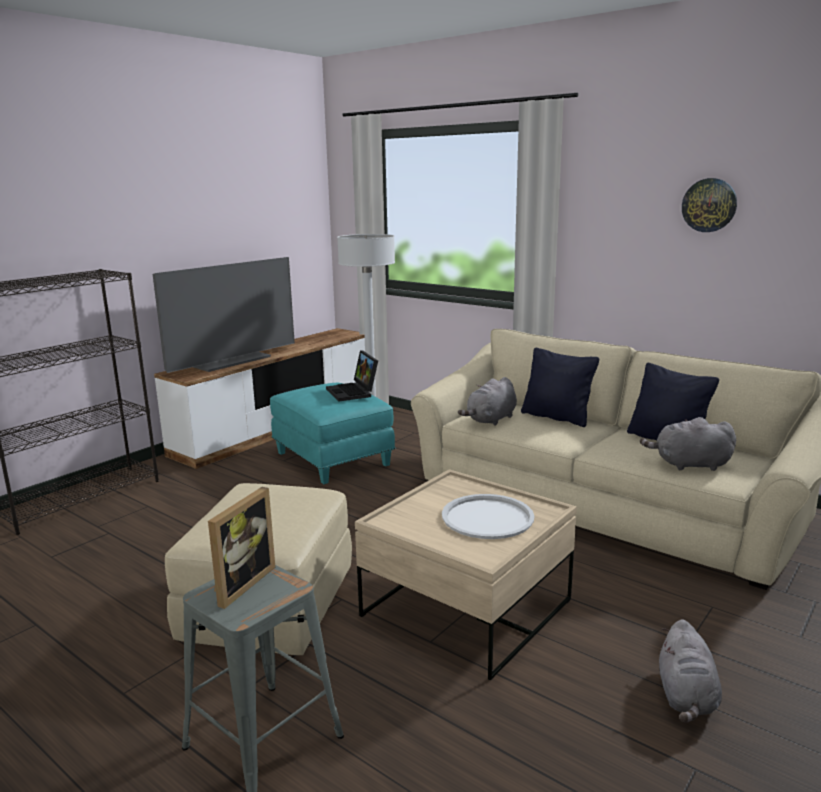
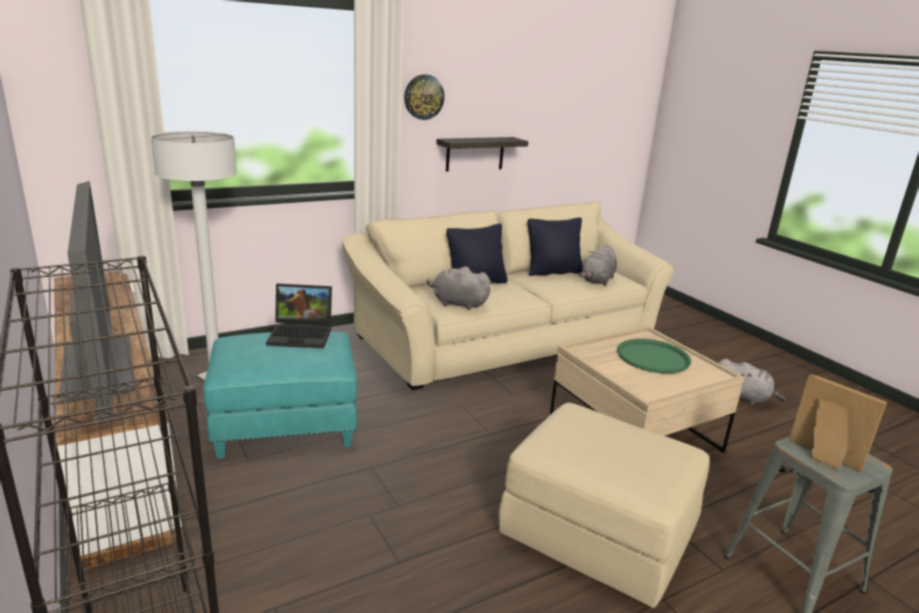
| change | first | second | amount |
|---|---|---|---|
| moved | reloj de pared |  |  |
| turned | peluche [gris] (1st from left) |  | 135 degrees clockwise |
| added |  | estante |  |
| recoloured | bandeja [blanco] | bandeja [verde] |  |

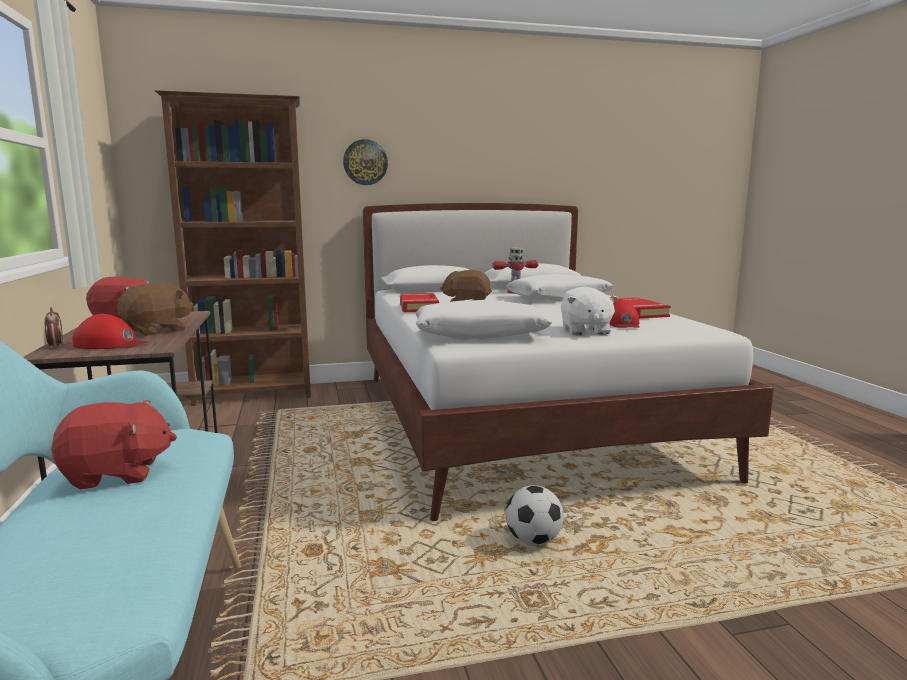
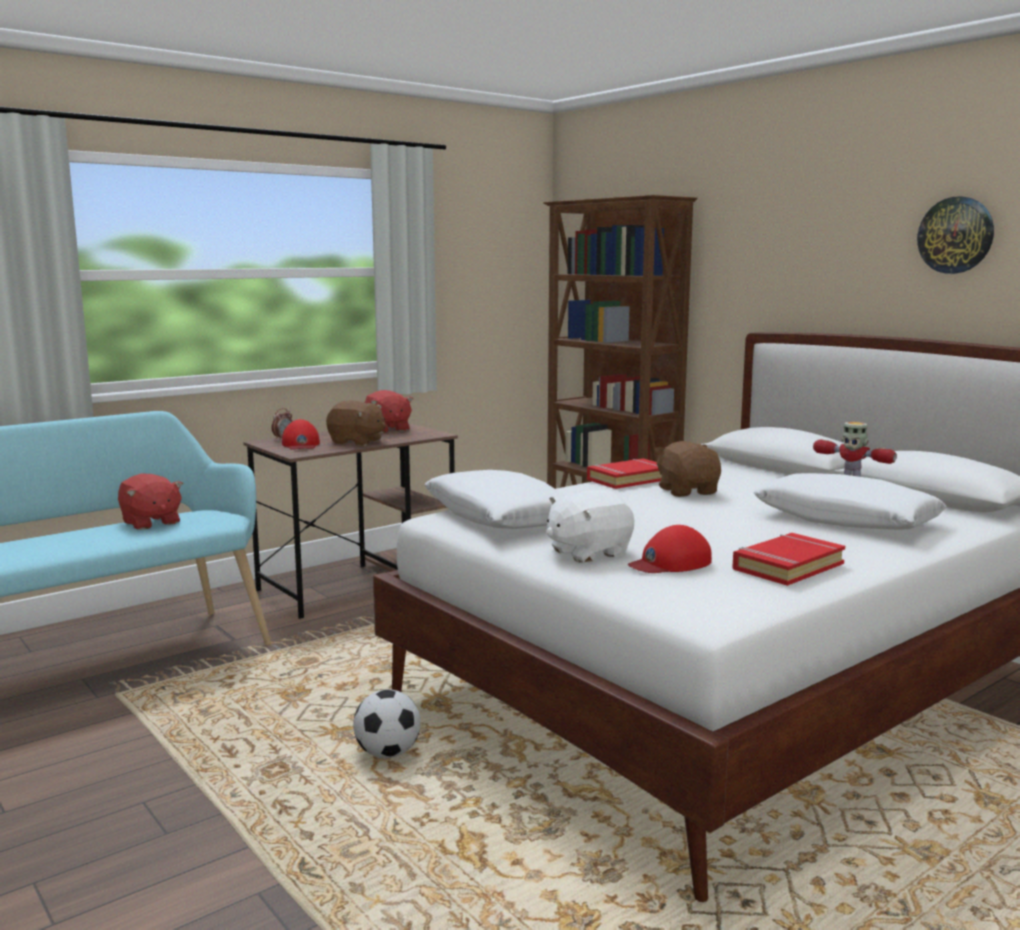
| change | first | second | amount |
|---|---|---|---|
| moved | reloj de pared |  |  |

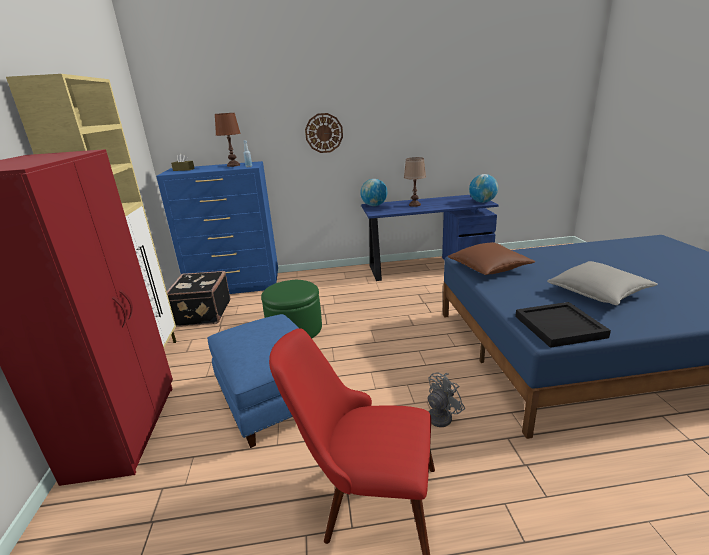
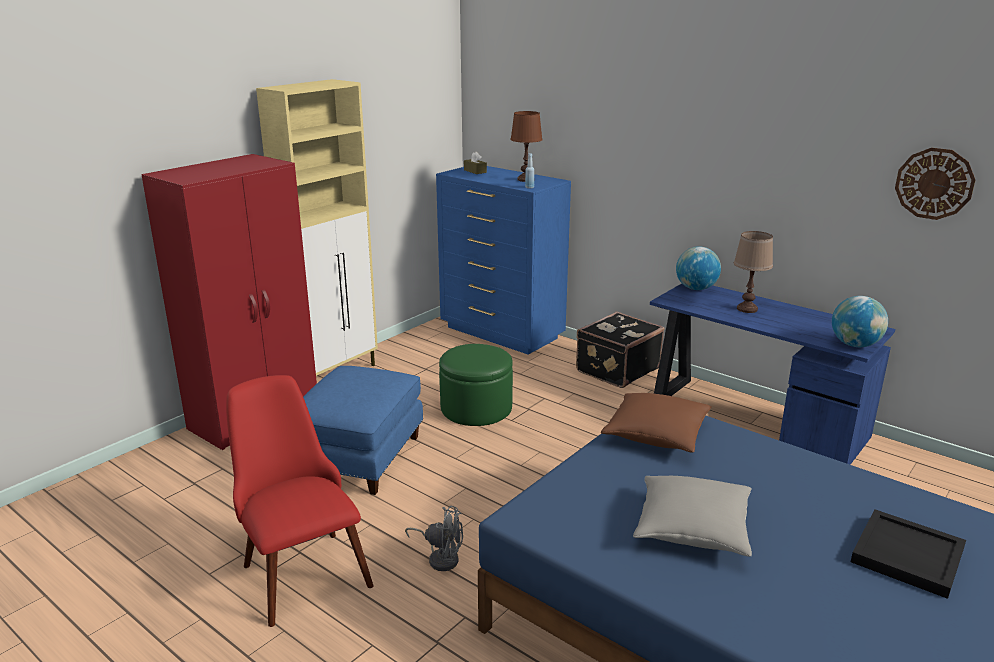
| change | first | second | amount |
|---|---|---|---|
| moved | maleta [negro] |  |  |
| moved | bandeja [negro] |  |  |
| moved | reloj de pared |  |  |

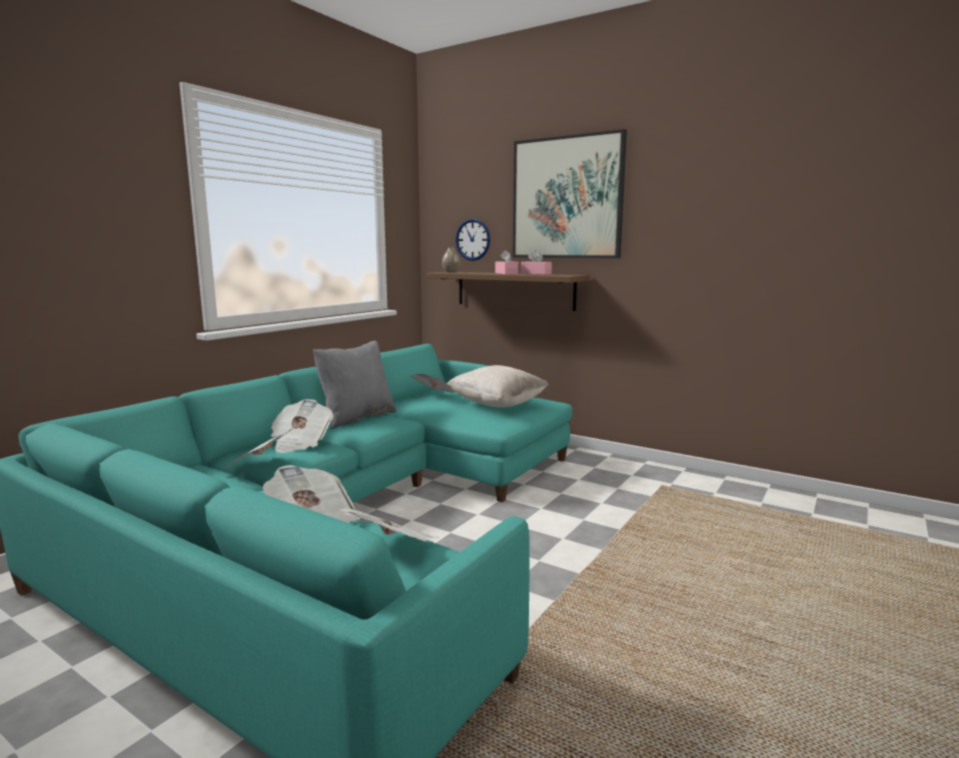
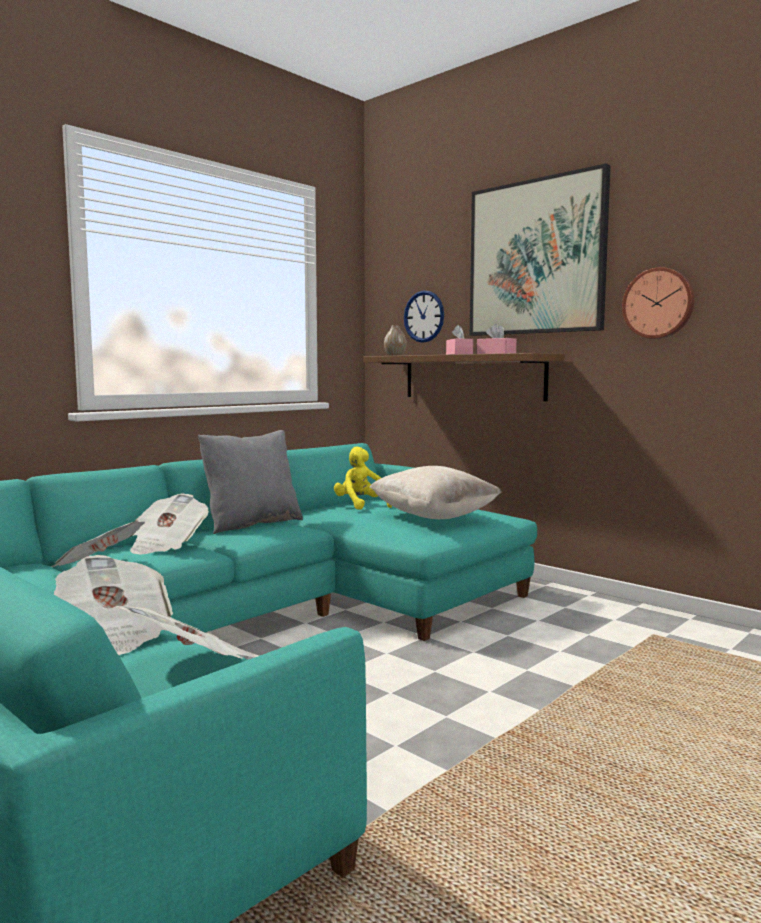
| change | first | second | amount |
|---|---|---|---|
| replaced | periódico (5th from left) | peluche [amarillo] |  |
| added |  | reloj de pared (2nd from left) |  |

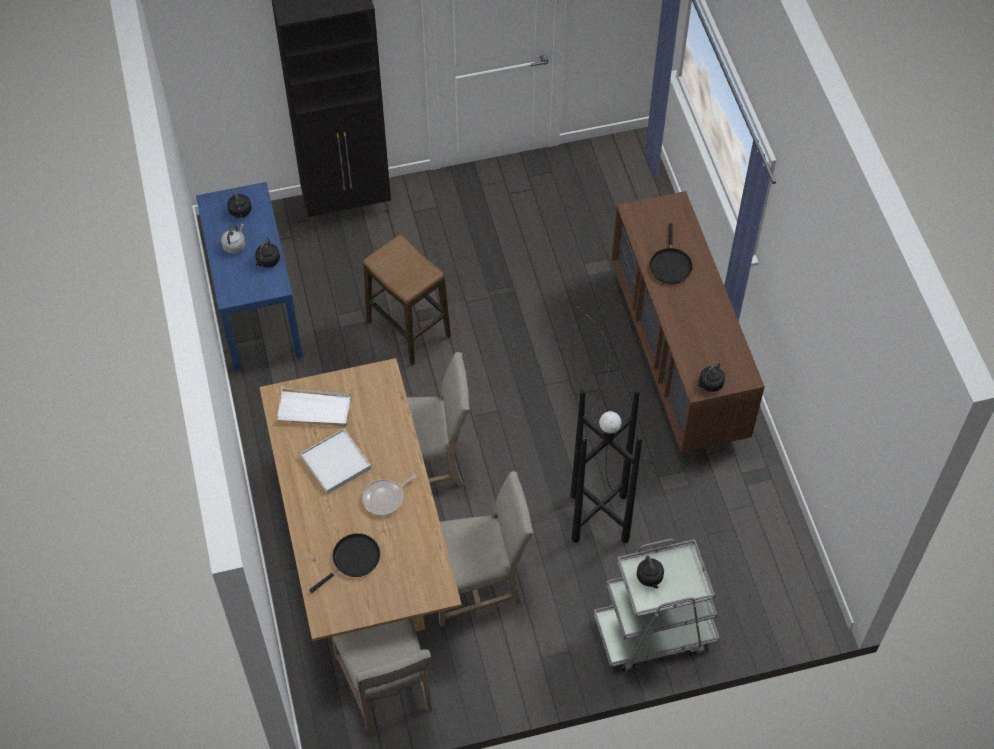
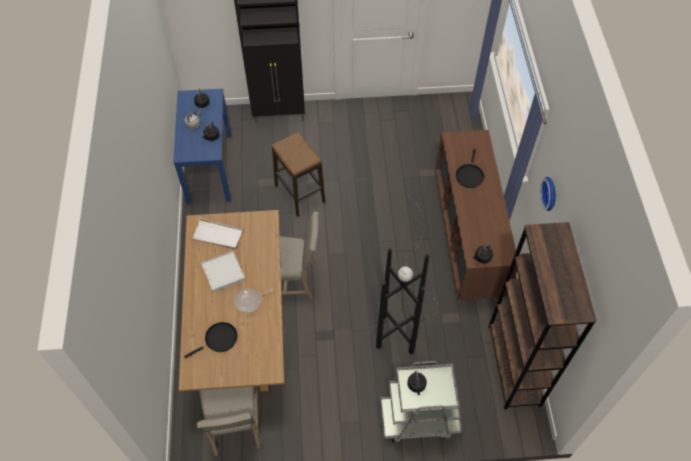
| change | first | second | amount |
|---|---|---|---|
| added |  | estantería [marrón] |  |
| added |  | reloj de pared |  |
| removed | silla [beis] (3rd from left) |  |  |

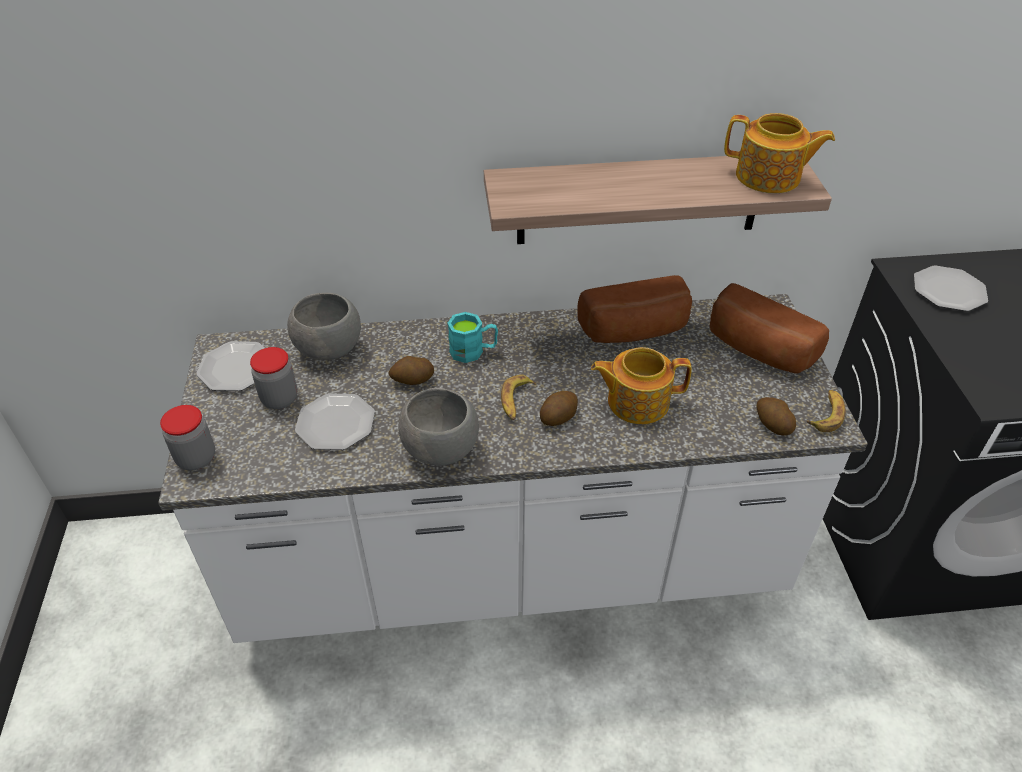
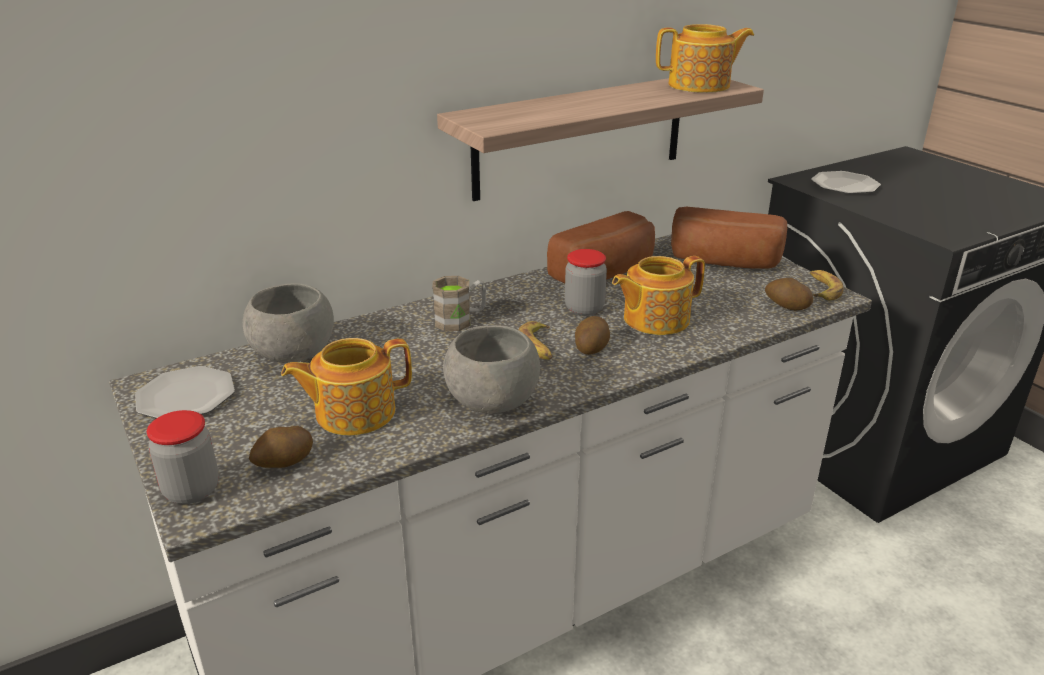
| change | first | second | amount |
|---|---|---|---|
| moved | patata (1st from left) |  |  |
| replaced | plato (2nd from left) | tetera (1st from left) |  |
| recoloured | taza grande [turquesa] | taza grande [marrón] |  |
| moved | tarro (2nd from left) |  |  |

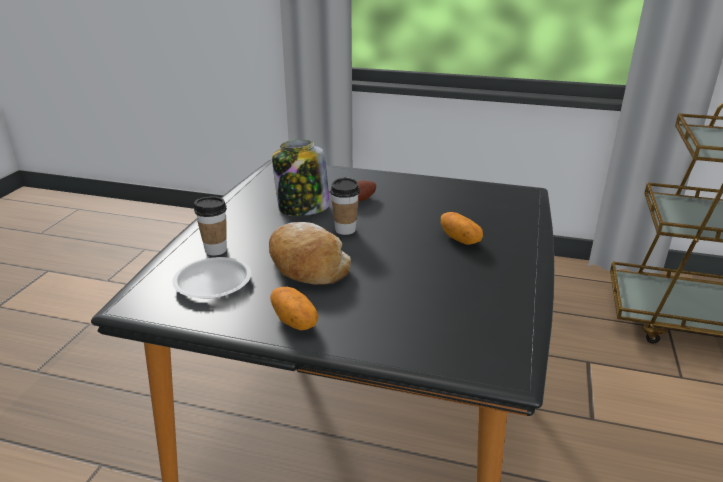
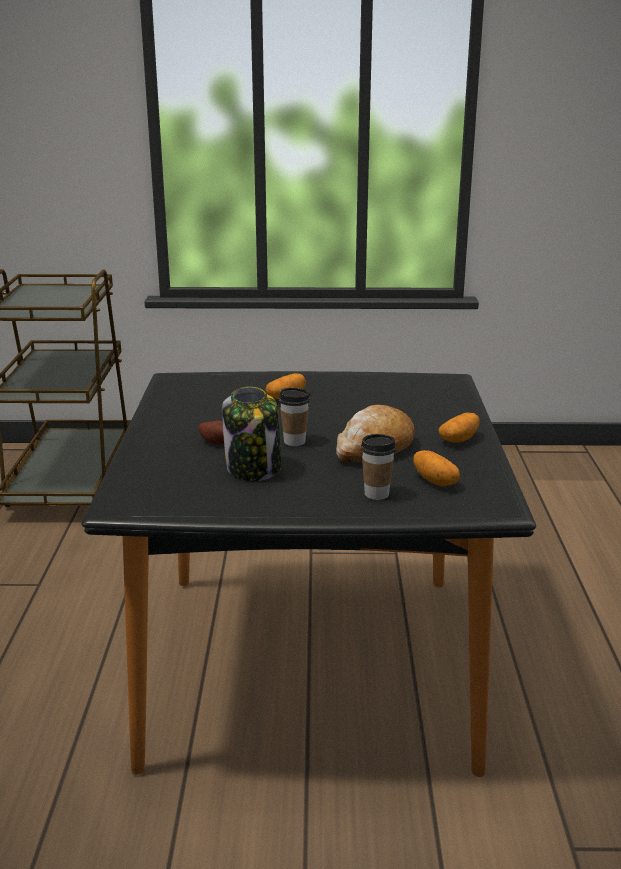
| change | first | second | amount |
|---|---|---|---|
| replaced | plato [blanco] | patata (3rd from left) |  |

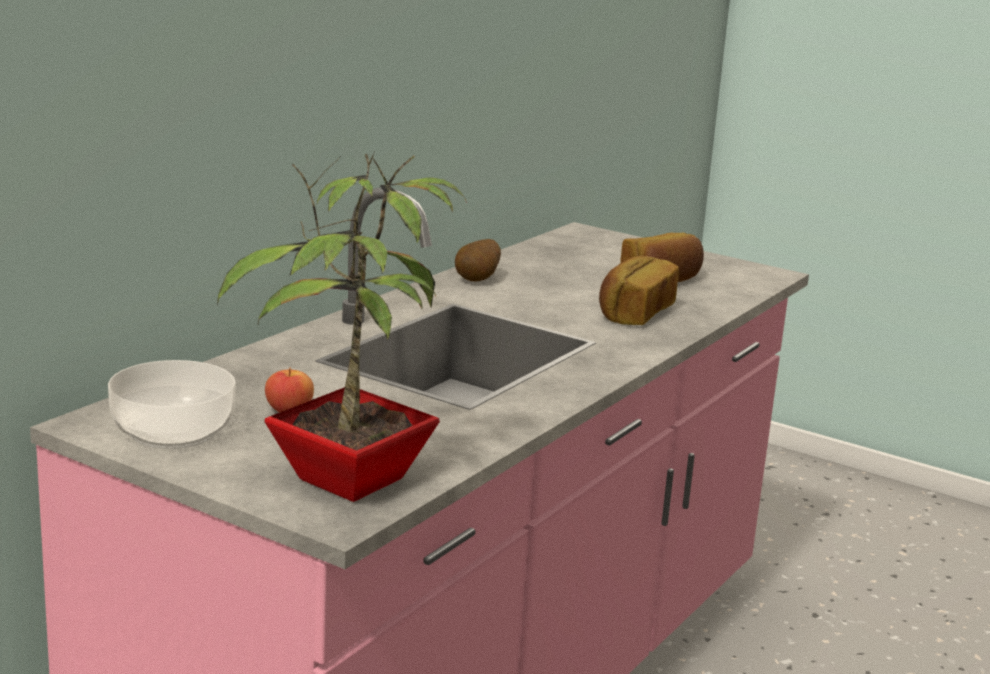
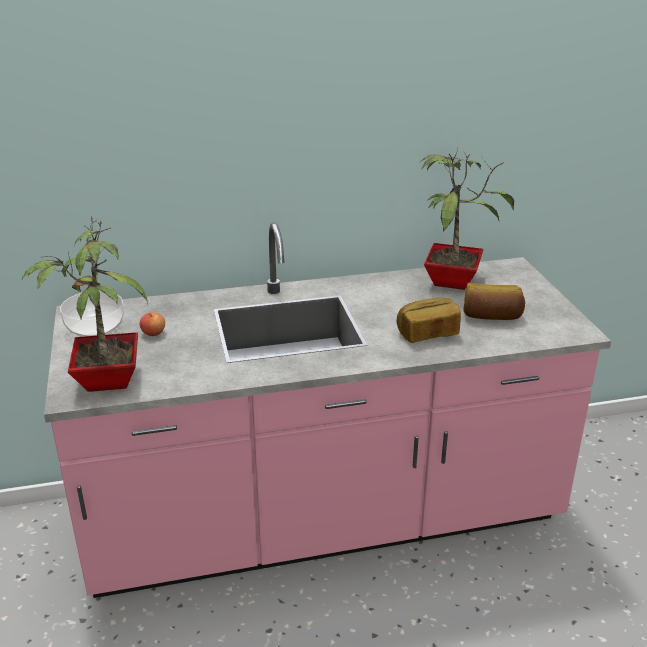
| change | first | second | amount |
|---|---|---|---|
| added |  | planta en maceta (2nd from left) |  |
| removed | patata |  |  |

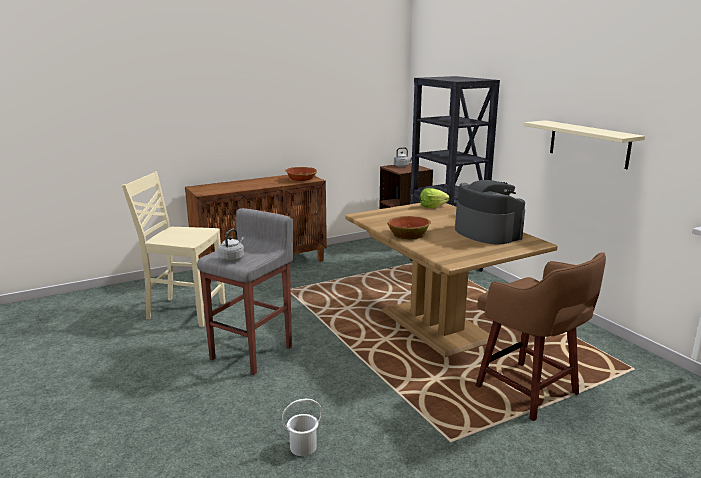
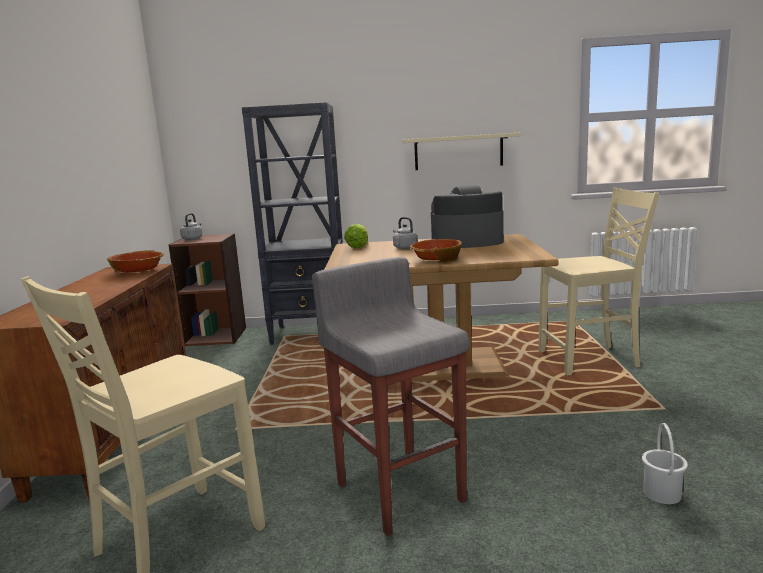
| change | first | second | amount |
|---|---|---|---|
| moved | hervidor [gris] (1st from left in the first image) | hervidor [gris] (2nd from left) |  |
| replaced | taburete [marrón] | silla [beis] (2nd from left) |  |

